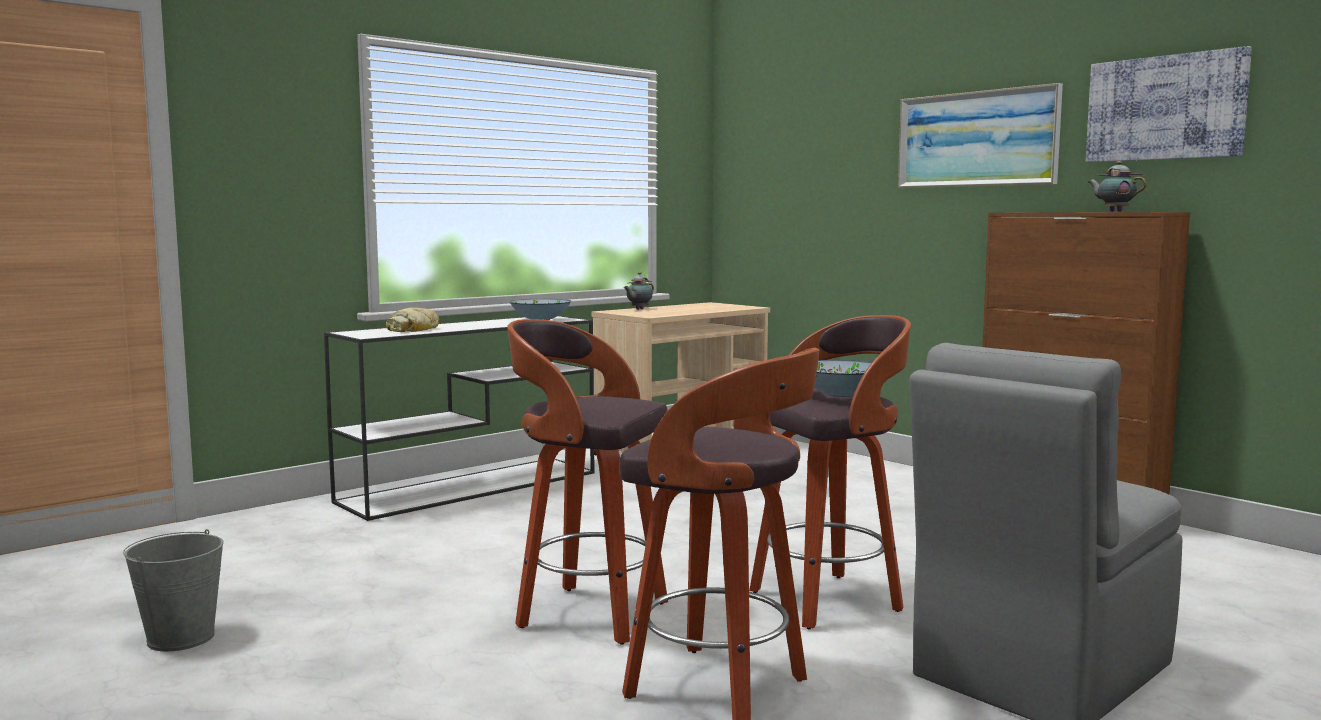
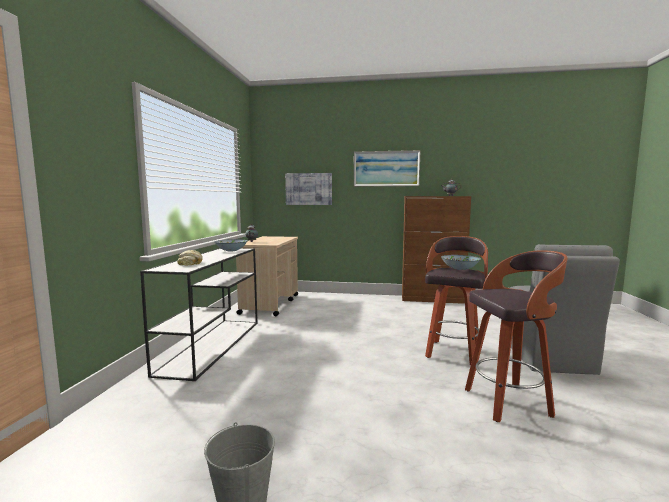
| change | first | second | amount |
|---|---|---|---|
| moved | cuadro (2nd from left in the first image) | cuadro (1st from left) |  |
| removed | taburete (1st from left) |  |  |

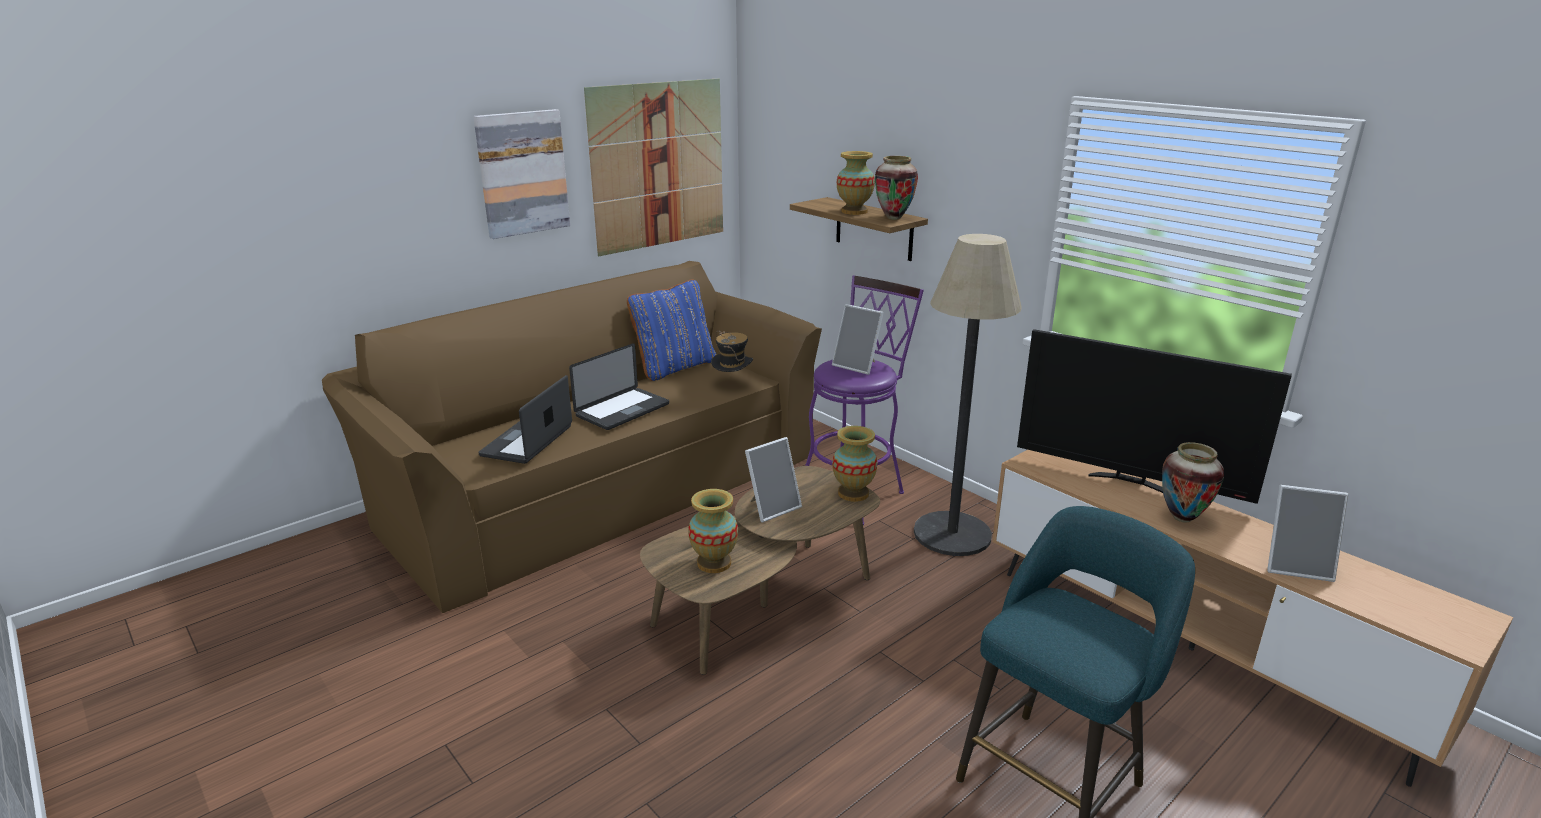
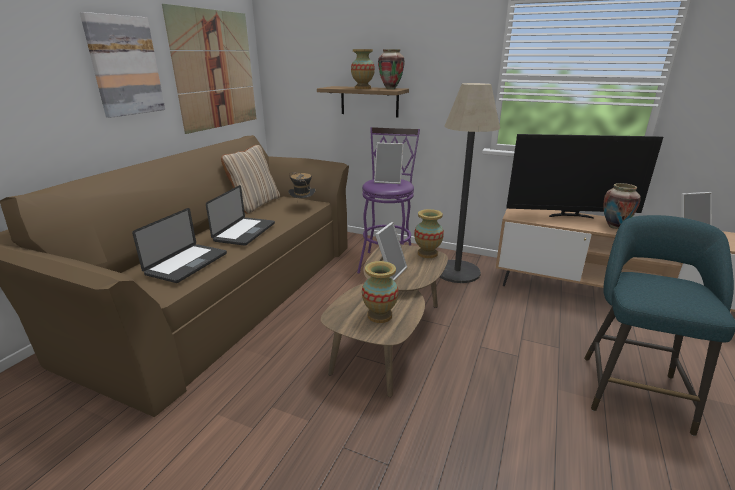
| change | first | second | amount |
|---|---|---|---|
| turned | portátil (1st from left) |  | 150 degrees counterclockwise |
| recoloured | cojín [azul] | cojín [beis] |  |

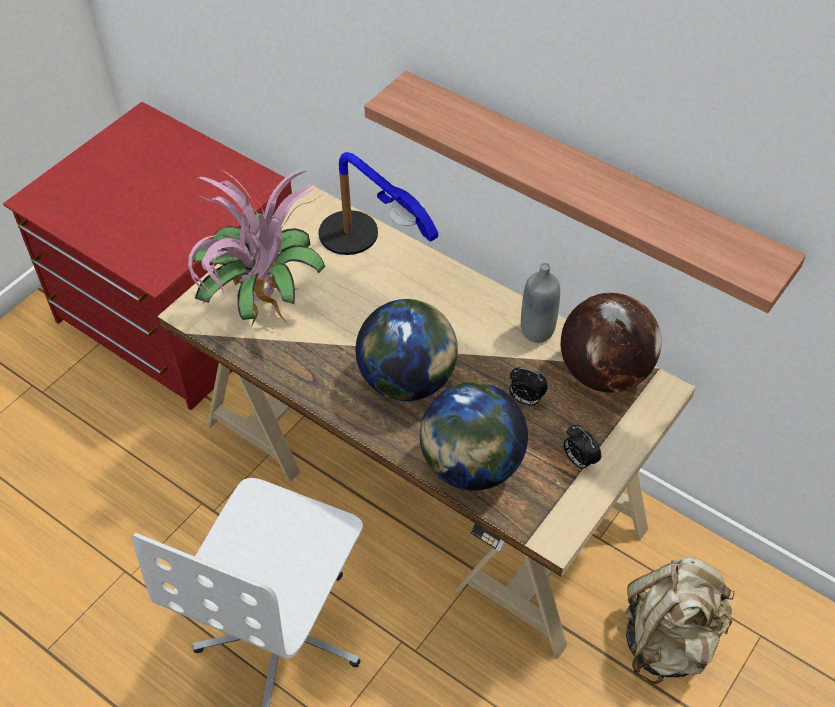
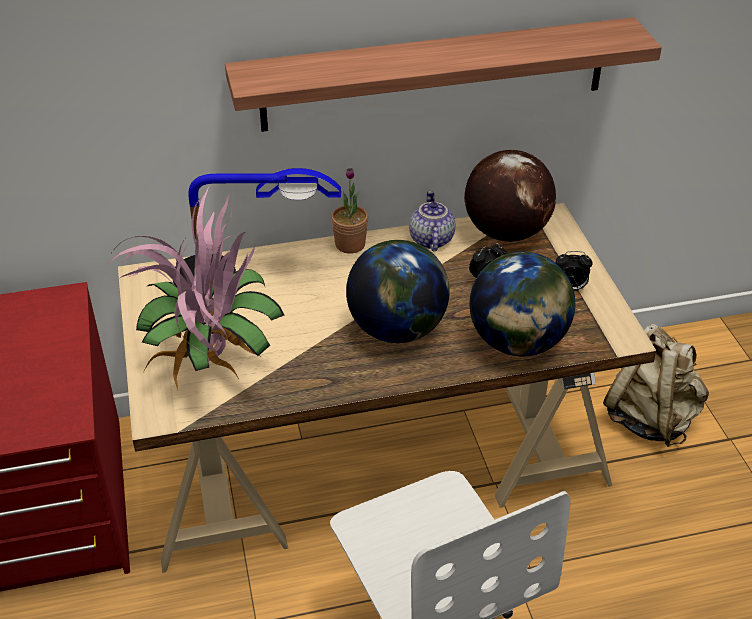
| change | first | second | amount |
|---|---|---|---|
| added |  | planta en maceta (2nd from left) |  |
| replaced | botella [gris] | tetera |  |

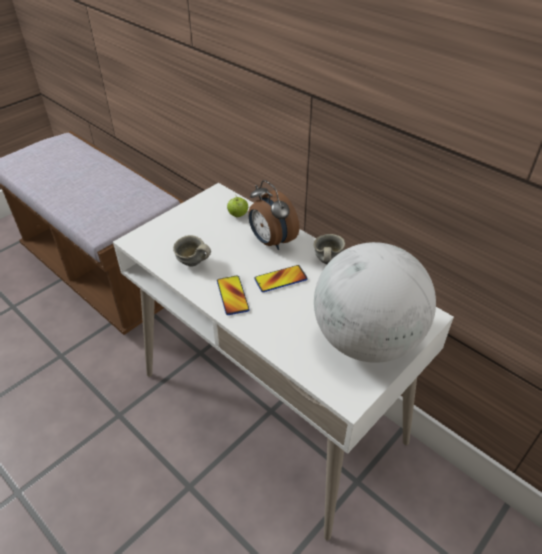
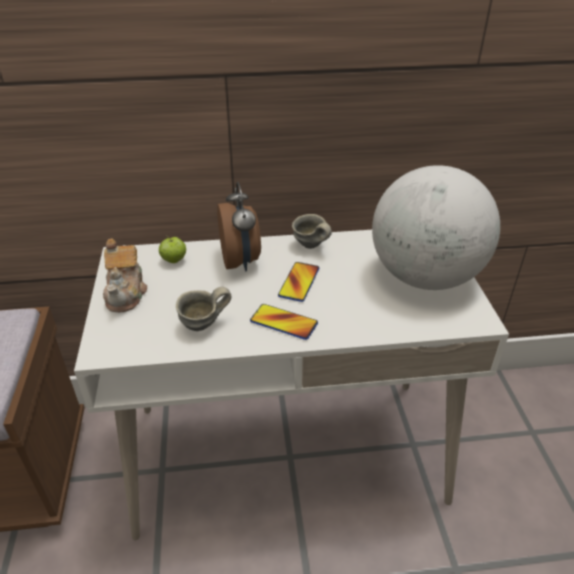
| change | first | second | amount |
|---|---|---|---|
| added |  | tetera |  |
| turned | despertador |  | 105 degrees counterclockwise |

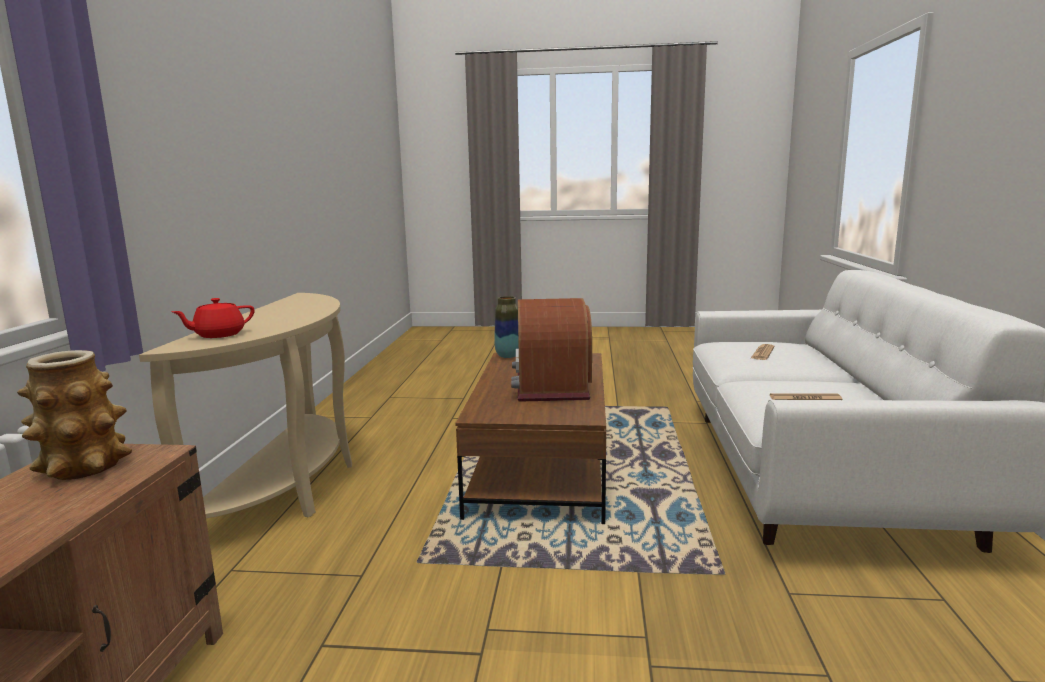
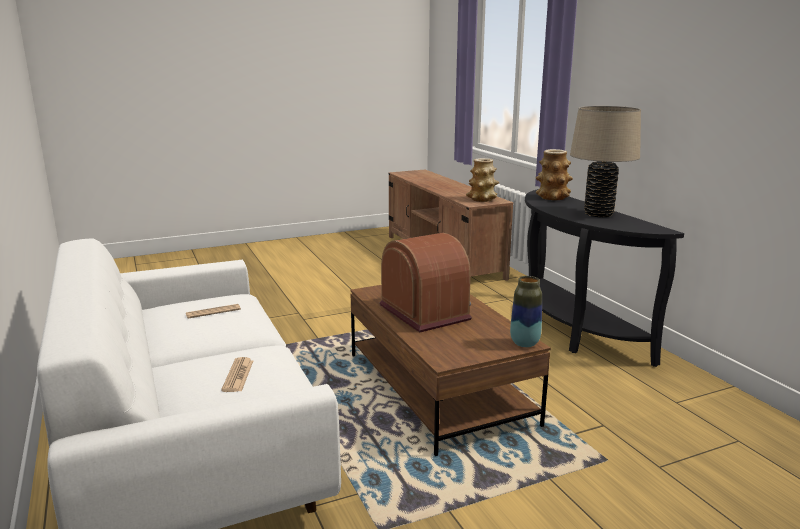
| change | first | second | amount |
|---|---|---|---|
| recoloured | mesa consola [beis] | mesa consola [negro] |  |
| replaced | tetera [rojo] | florero (3rd from left) |  |
| added |  | lámpara de mesa [beis] |  |

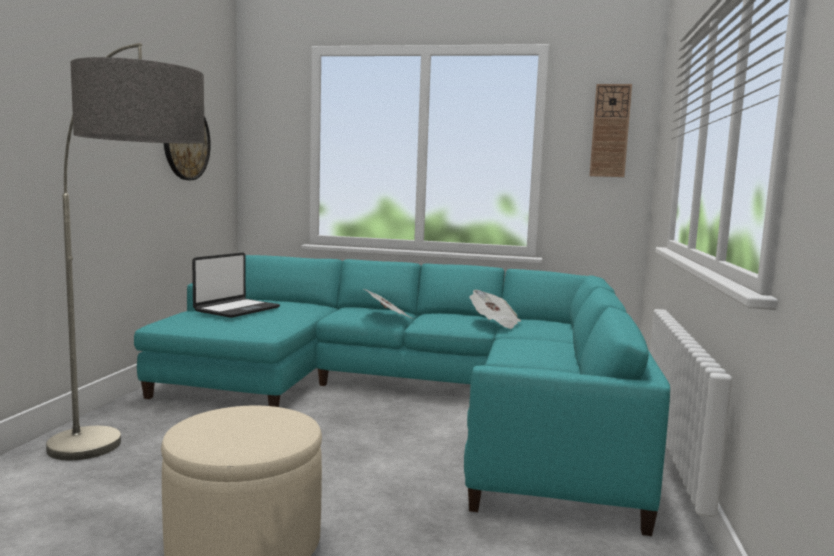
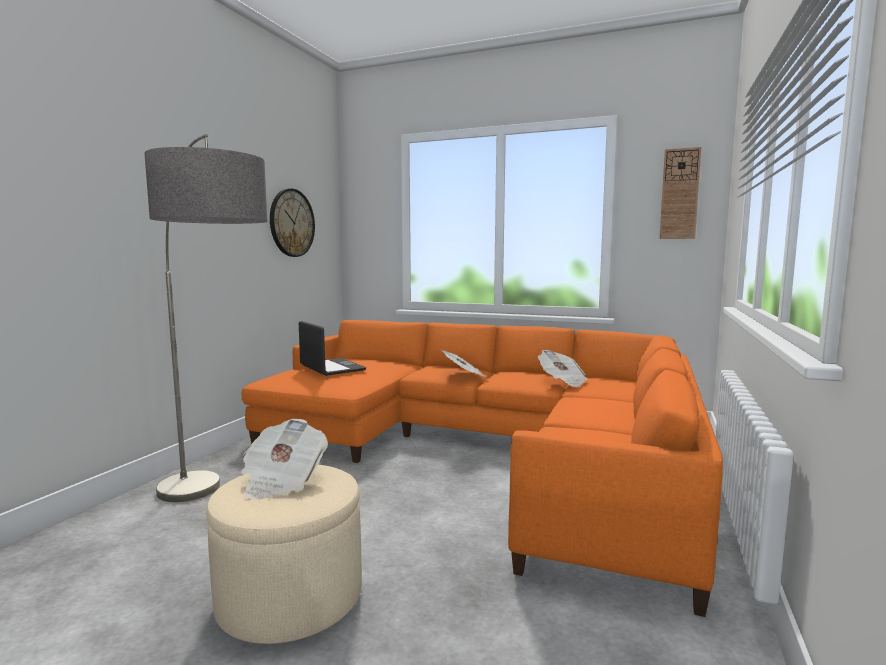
| change | first | second | amount |
|---|---|---|---|
| added |  | periódico (1st from left) |  |
| recoloured | sofá [turquesa] | sofá [naranja] |  |
| turned | portátil |  | 75 degrees counterclockwise |

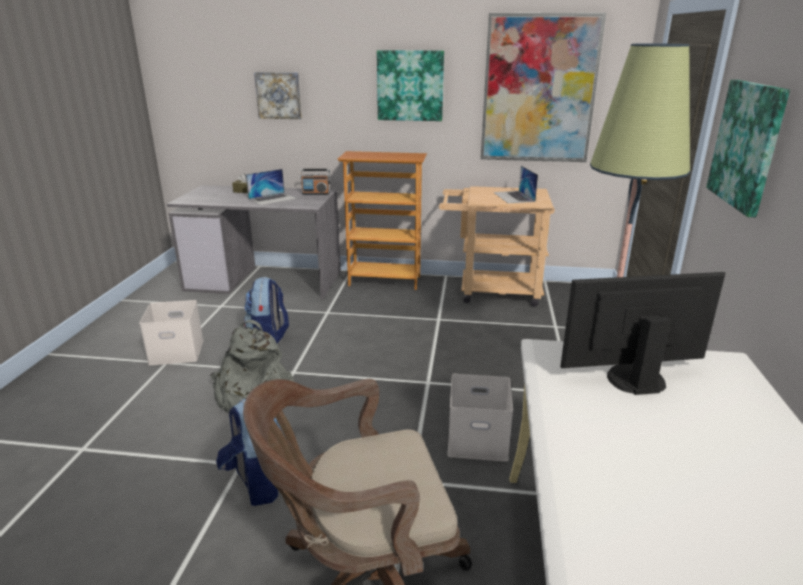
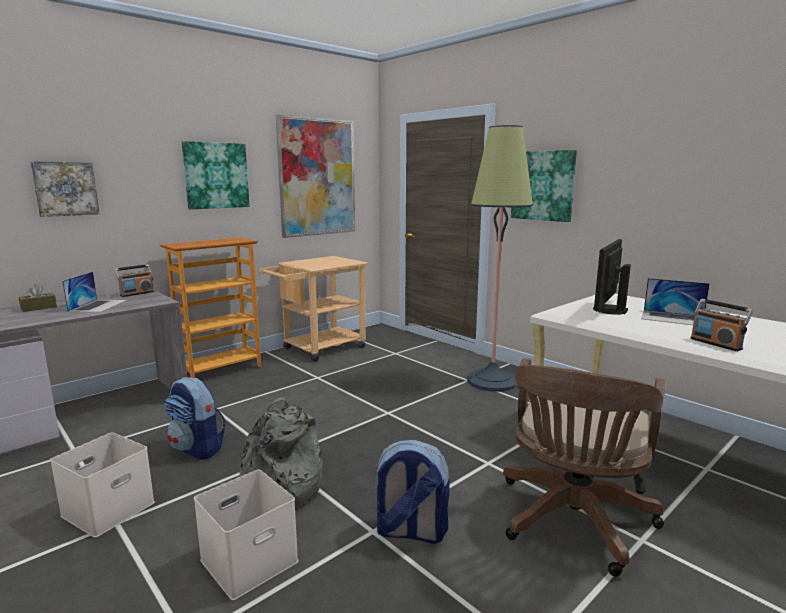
| change | first | second | amount |
|---|---|---|---|
| moved | caja de almacenaje [blanco] (2nd from left) |  |  |
| moved | portátil (2nd from left) |  |  |
| added |  | radio (2nd from left) |  |

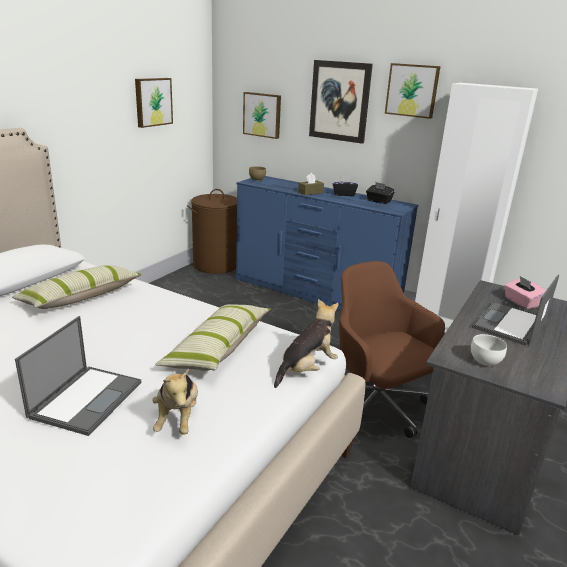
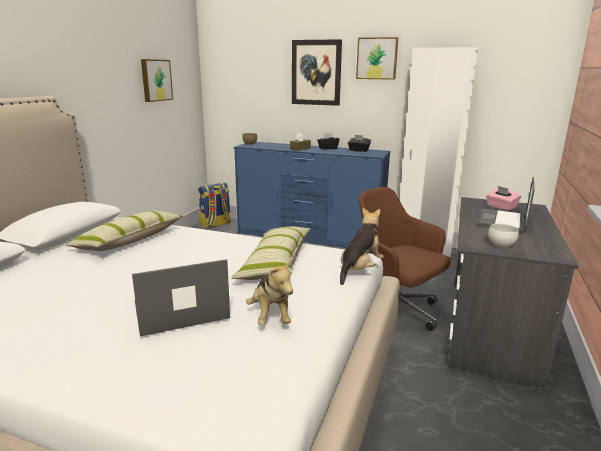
| change | first | second | amount |
|---|---|---|---|
| turned | portátil (1st from left) |  | 120 degrees counterclockwise |
| replaced | cesto de la ropa [marrón] | mochila |  |
| removed | cuadro (2nd from left) |  |  |

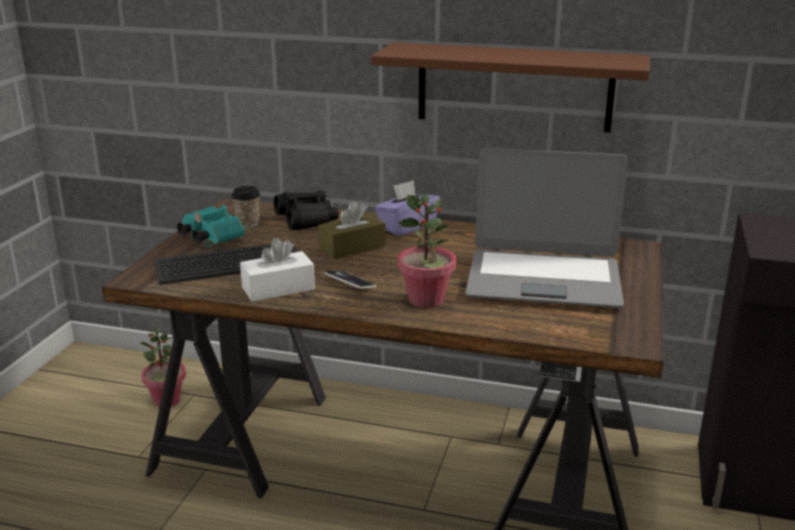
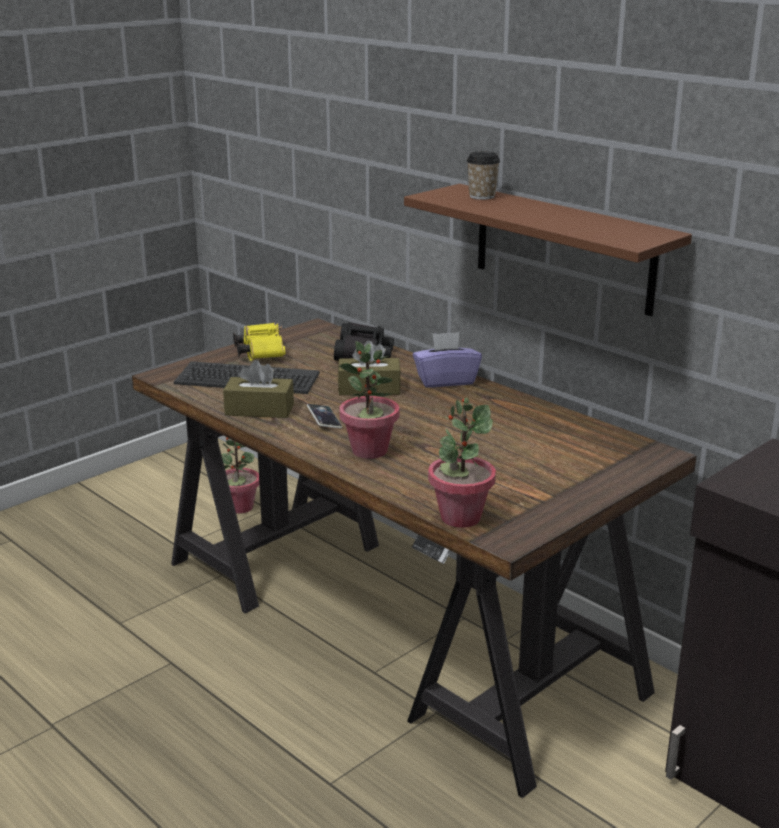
| change | first | second | amount |
|---|---|---|---|
| recoloured | caja de pañuelos [blanco] | caja de pañuelos [marrón] (1st from left) |  |
| recoloured | prismáticos [turquesa] | prismáticos [amarillo] |  |
| added |  | planta en maceta (3rd from left) |  |
| moved | taza |  |  |
| removed | portátil |  |  |

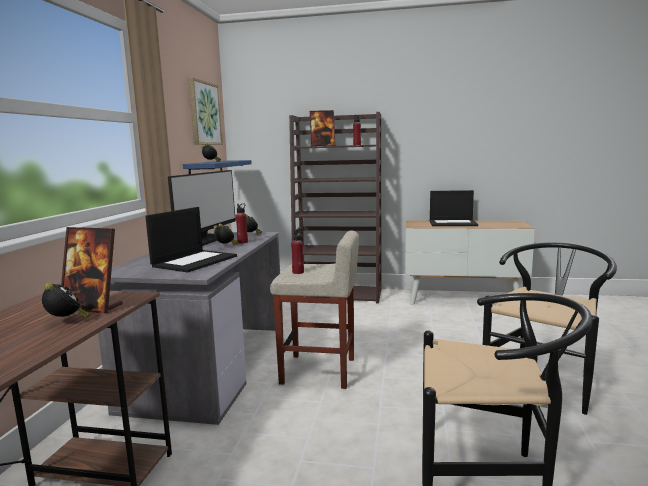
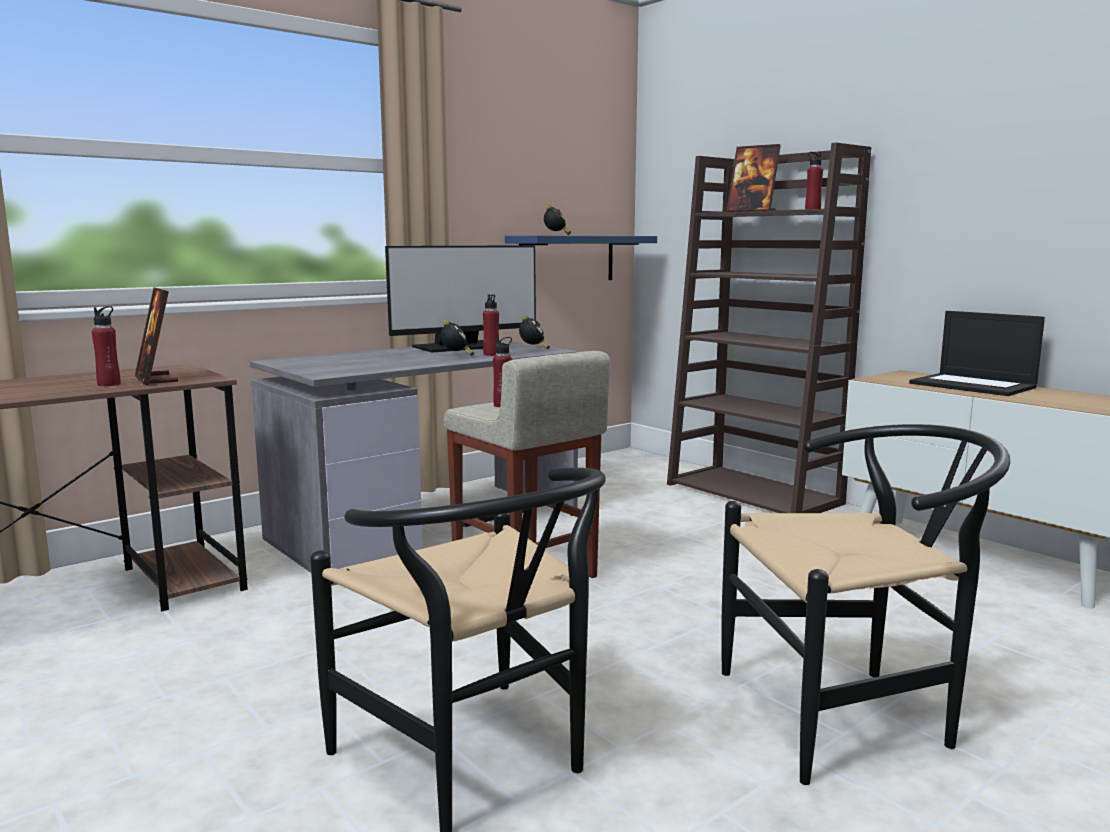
| change | first | second | amount |
|---|---|---|---|
| replaced | despertador (1st from left) | botella [rojo] (1st from left) |  |
| removed | portátil (1st from left) |  |  |
| removed | cuadro |  |  |

